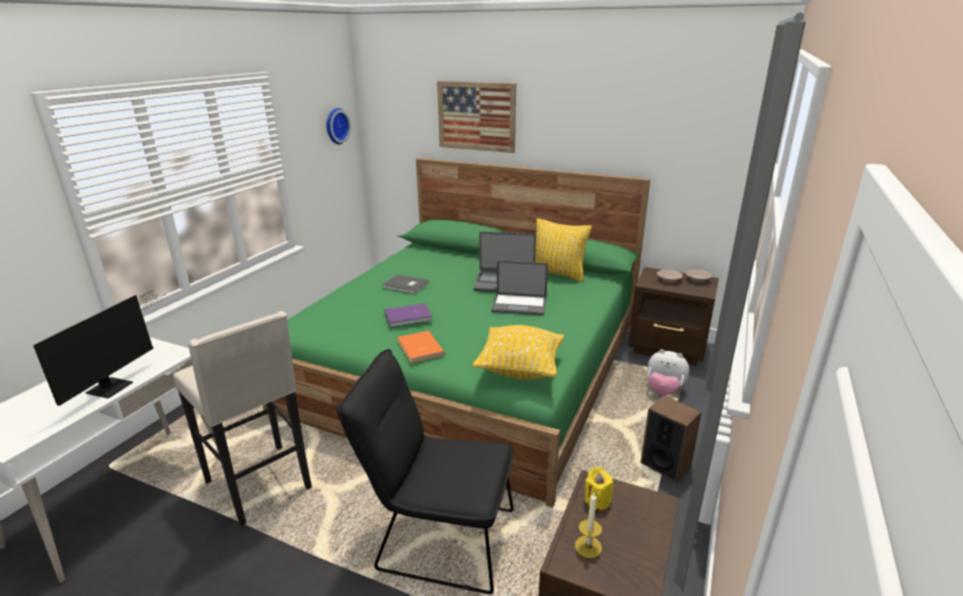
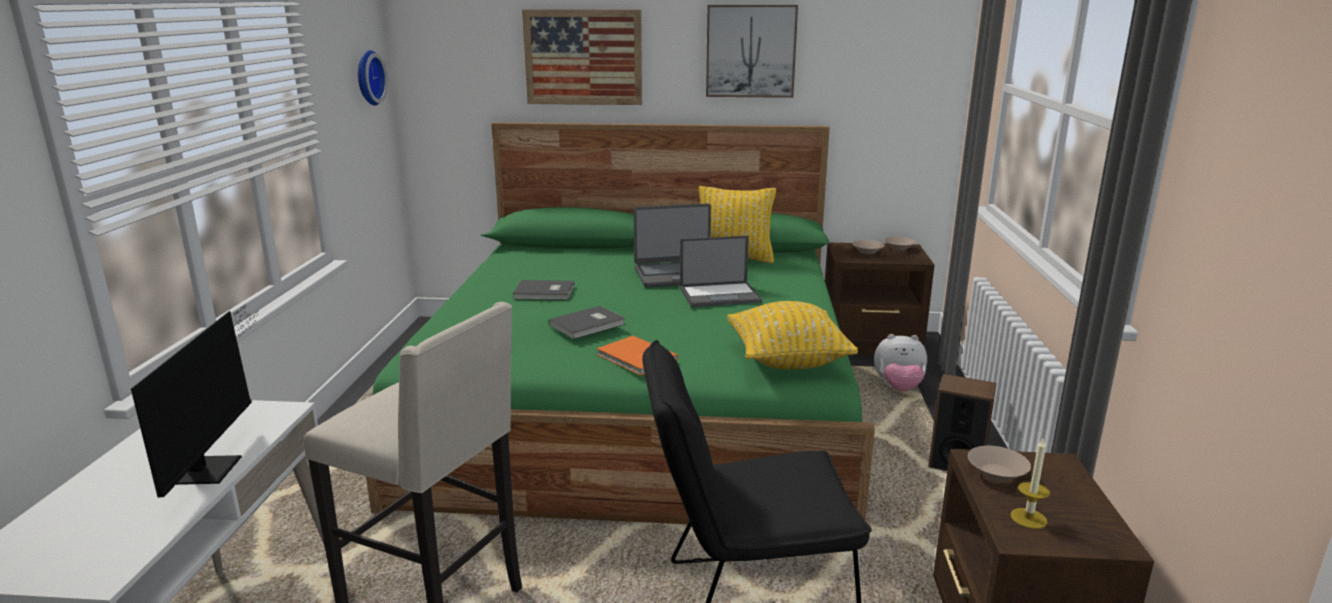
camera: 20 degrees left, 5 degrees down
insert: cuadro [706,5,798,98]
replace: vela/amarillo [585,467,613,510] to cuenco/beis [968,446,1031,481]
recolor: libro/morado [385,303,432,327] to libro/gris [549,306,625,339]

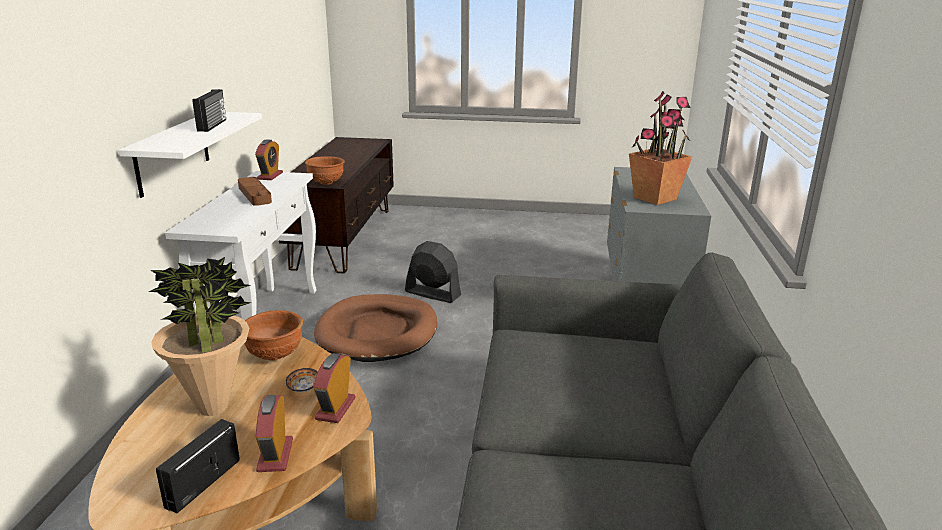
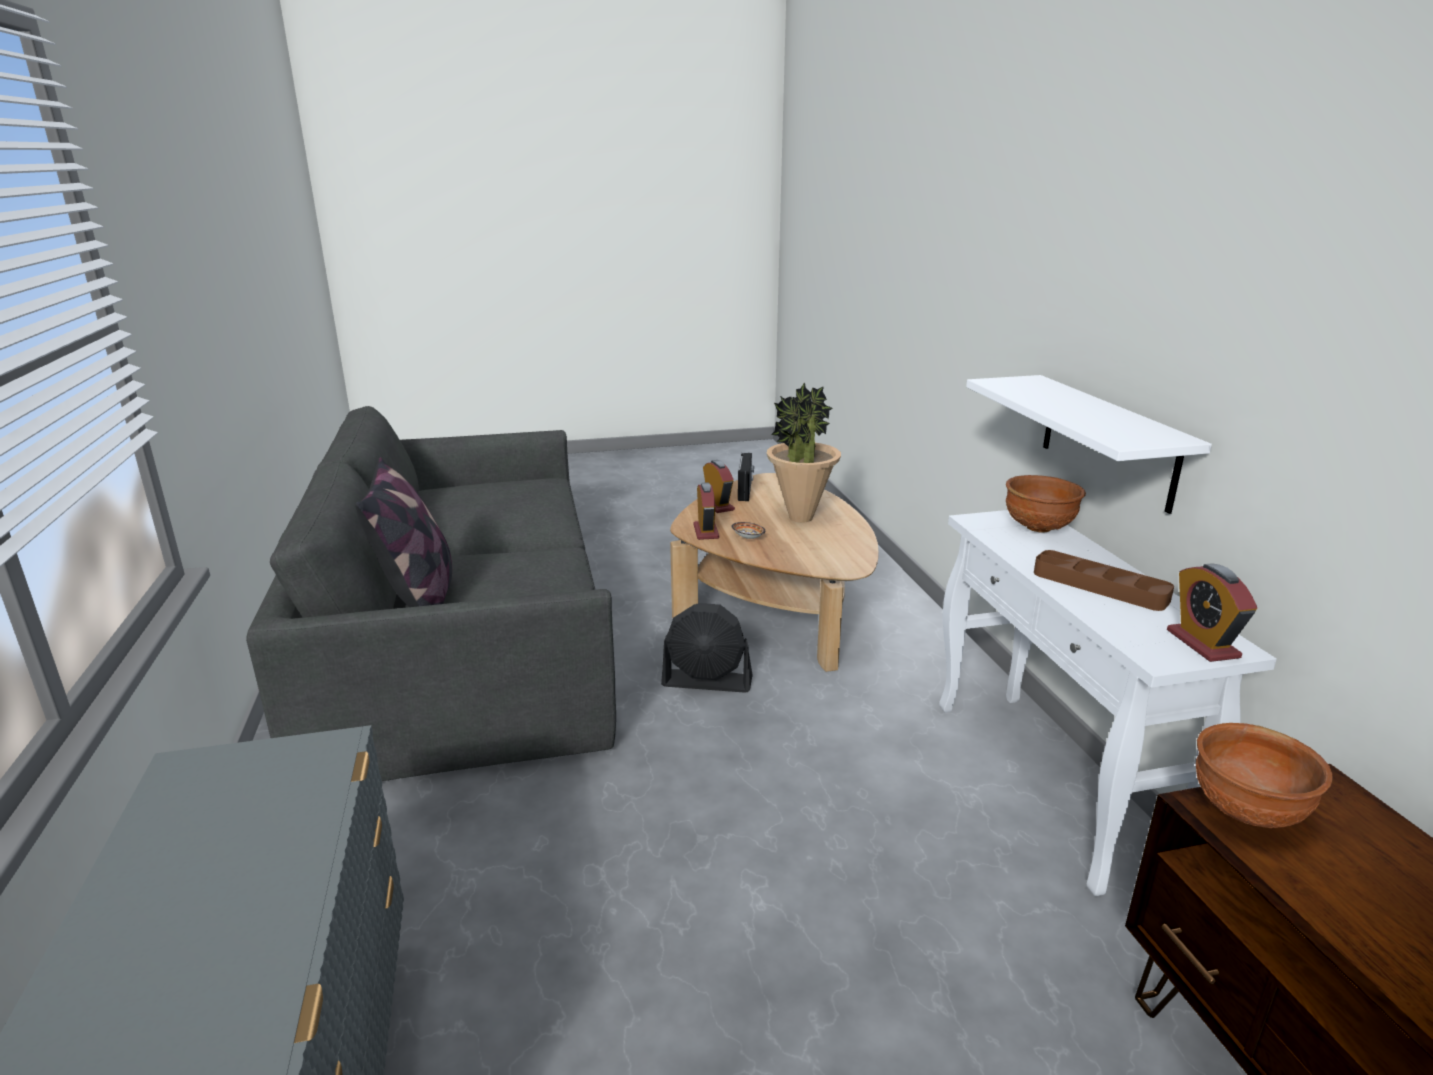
camera: 160 degrees right, 0 degrees up
delete: radio [192,89,226,132]; cama para perro/marrón [314,294,437,362]; planta en maceta [629,91,692,205]
insert: cojín [355,457,452,607]
move: ventilador/negro [405,241,461,303] to [661,603,753,693]; cuenco/marrón [244,310,303,361] to [1006,475,1086,533]

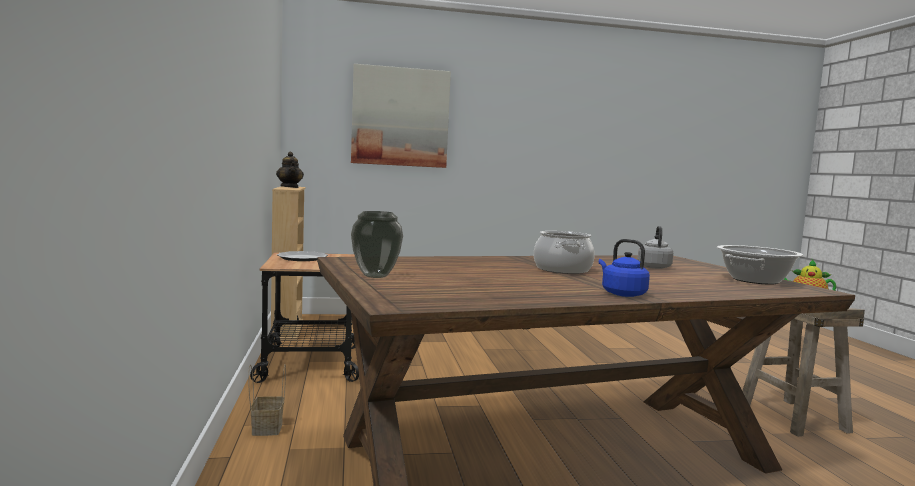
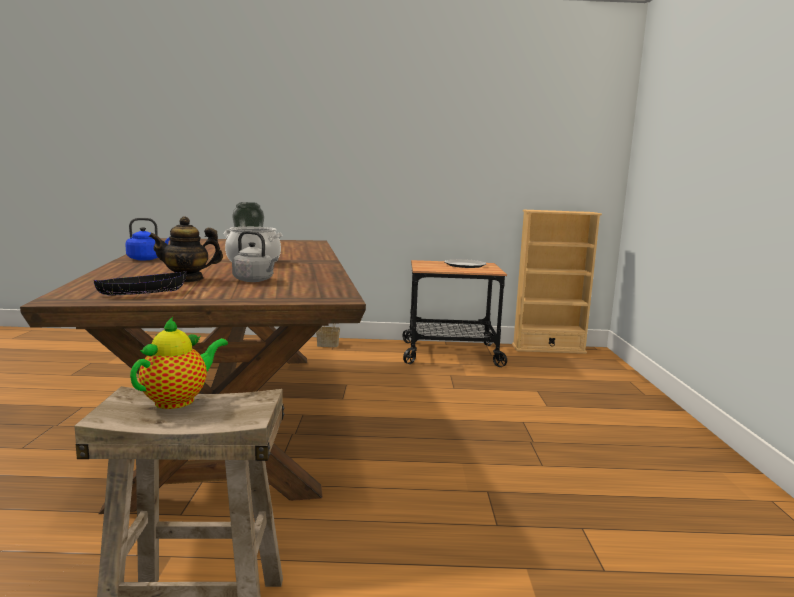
camera: 100 degrees right, 5 degrees up
delete: cuadro [351,64,451,168]
move: tetera [276,152,304,188] to [149,217,223,282]
replace: olla [717,245,803,285] to cuenco/negro [94,271,187,296]

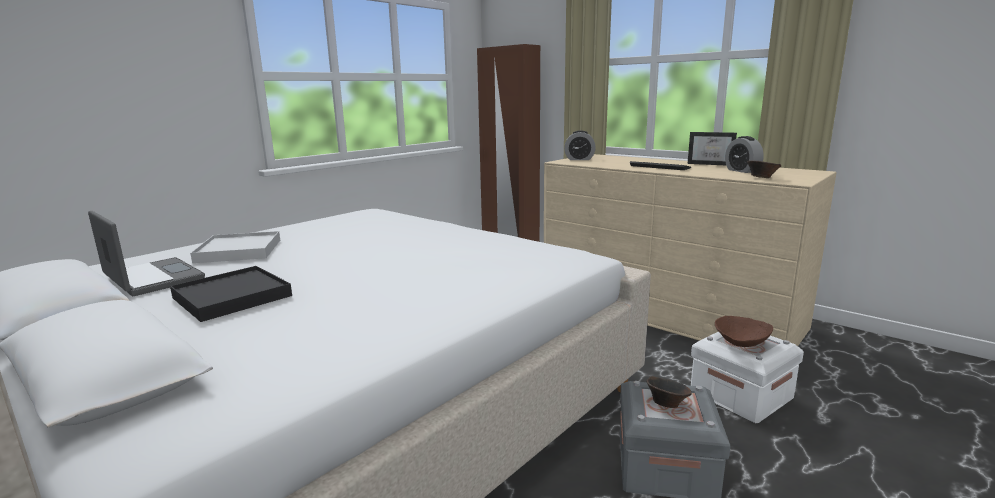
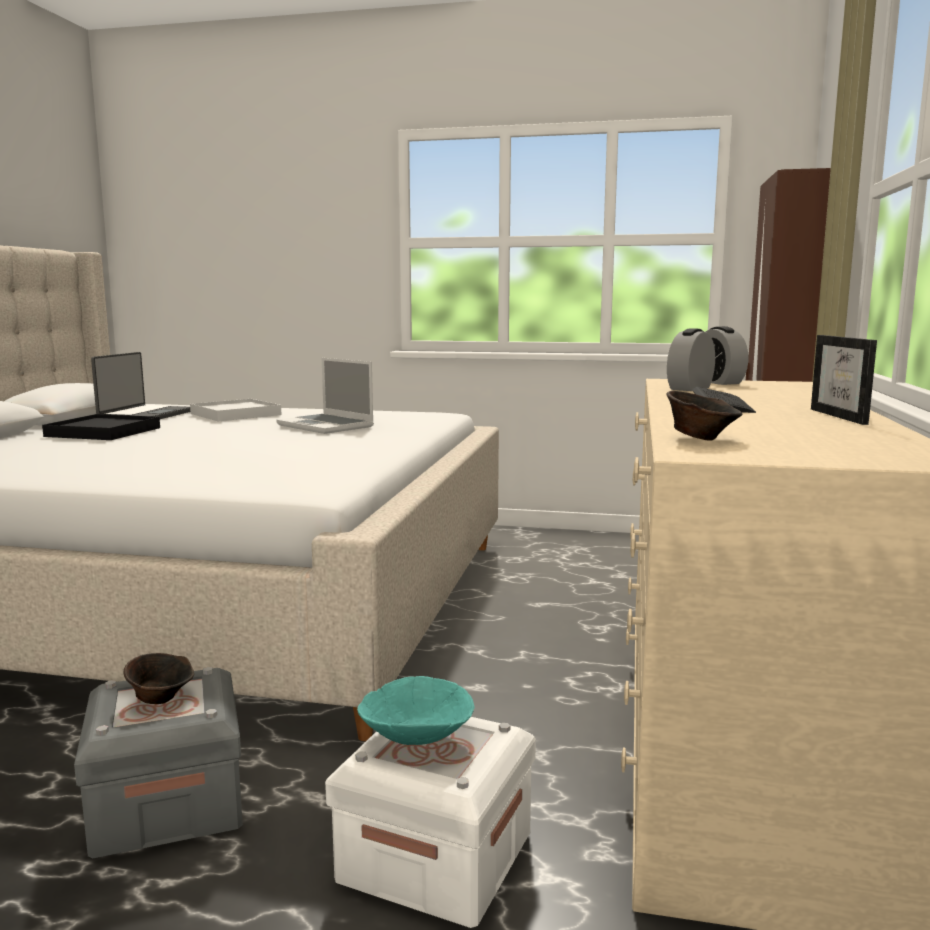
camera: 60 degrees right, 5 degrees down
insert: portátil [276,358,374,434]
move: despertador [725,136,764,173] to [667,328,715,391]
recolor: cuenco/marrón [715,316,773,347] to cuenco/turquesa [357,676,475,745]

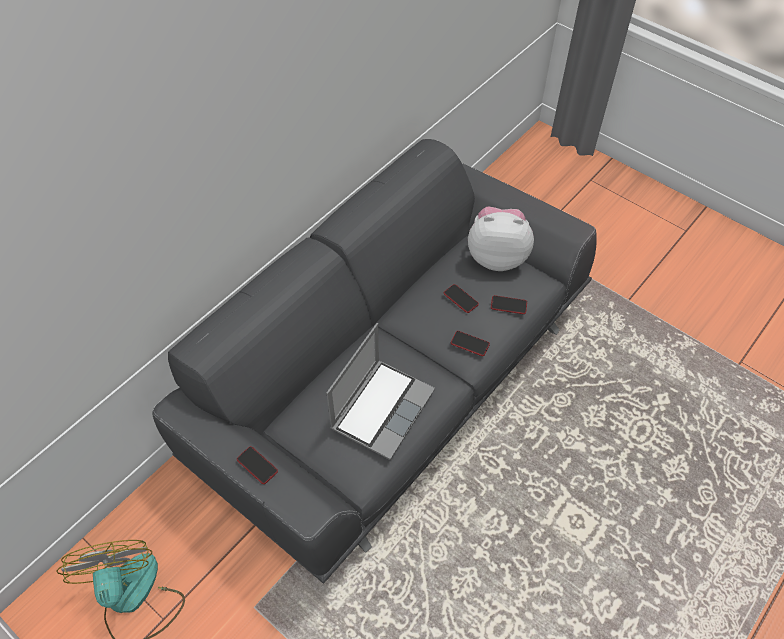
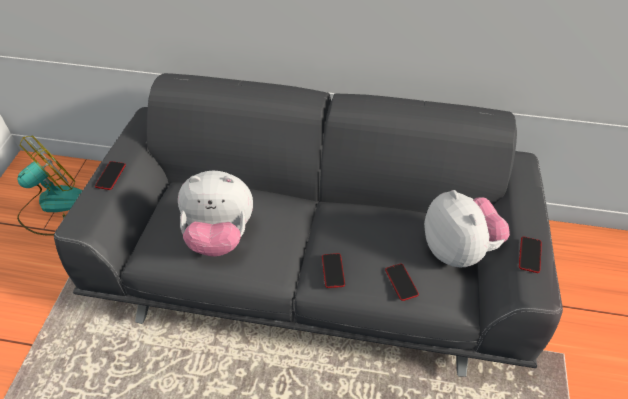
camera: 60 degrees right, 5 degrees down
move: móvil [444,284,479,313] to [519,237,542,273]
replace: portátil [326,323,435,460] to peluche [178,171,253,257]

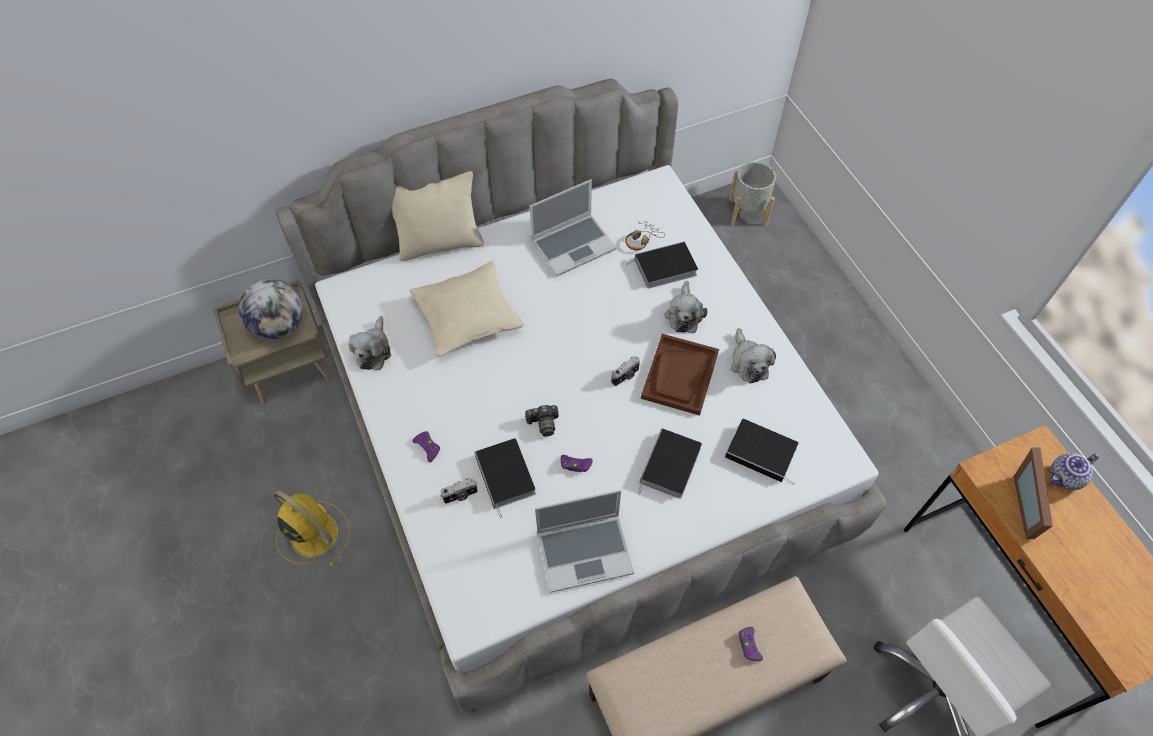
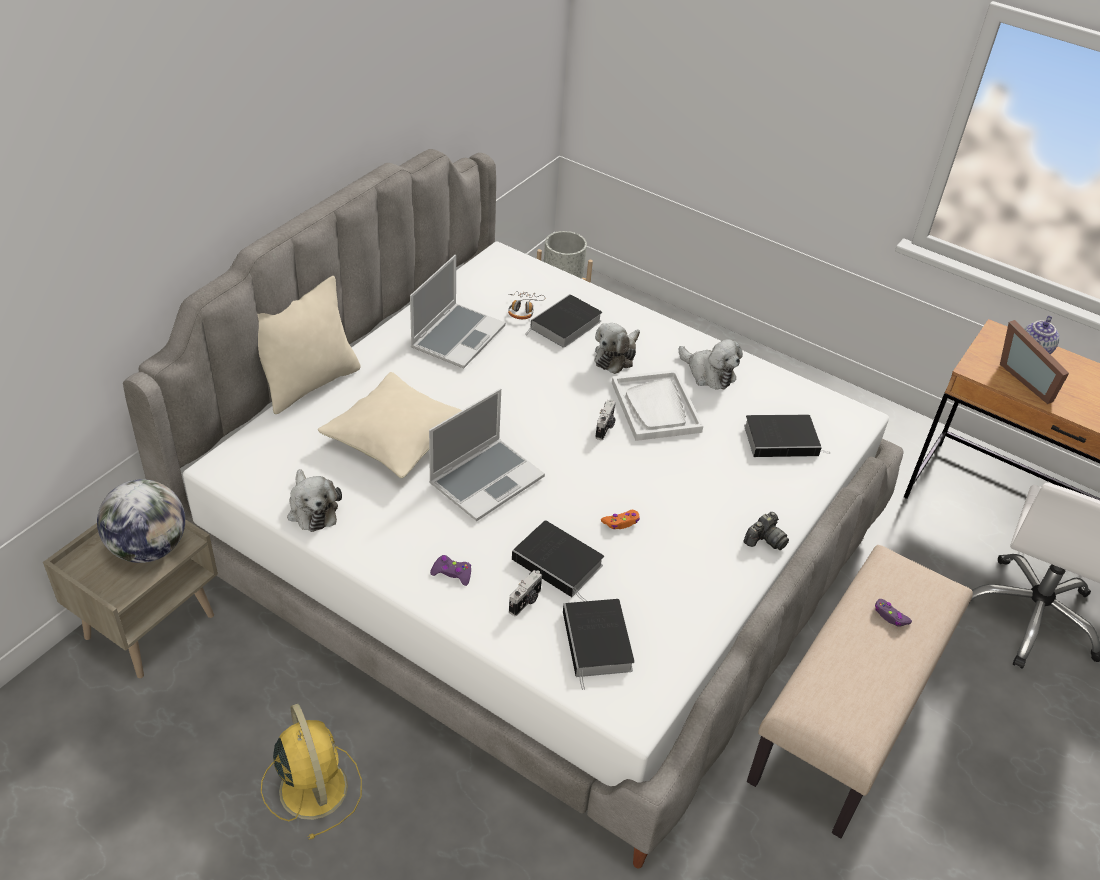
camera: 35 degrees left, 15 degrees down
move: portátil [535,490,634,593] to [429,388,545,521]; libro [638,428,702,499] to [563,599,635,690]; cámara [524,405,559,437] to [743,512,789,550]
recolor: mando de consola/morado [560,455,593,472] to mando de consola/naranja [601,510,640,529]; bandeja/marrón [641,334,719,415] to bandeja/blanco [612,370,703,441]
rotate: ventilador/amarillo [274,490,350,567] = [261,704,362,840] 60 degrees clockwise; peluche [664,281,708,333] = [595,323,640,374] 60 degrees clockwise

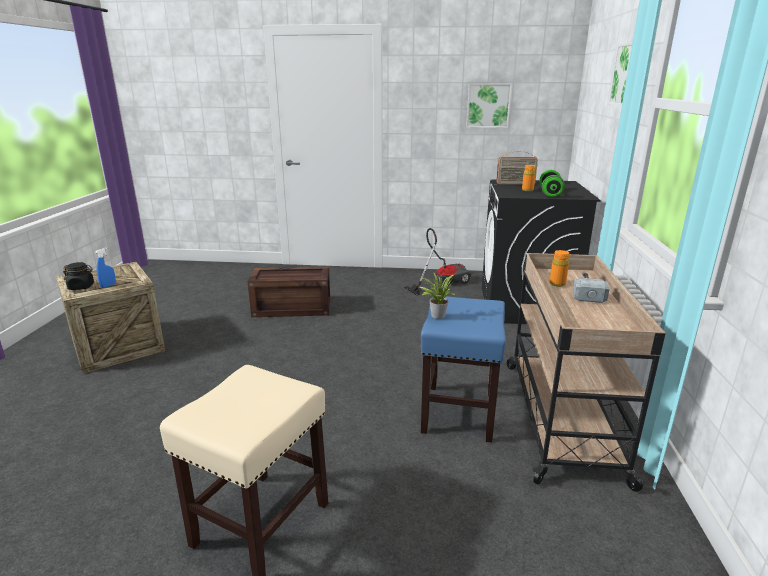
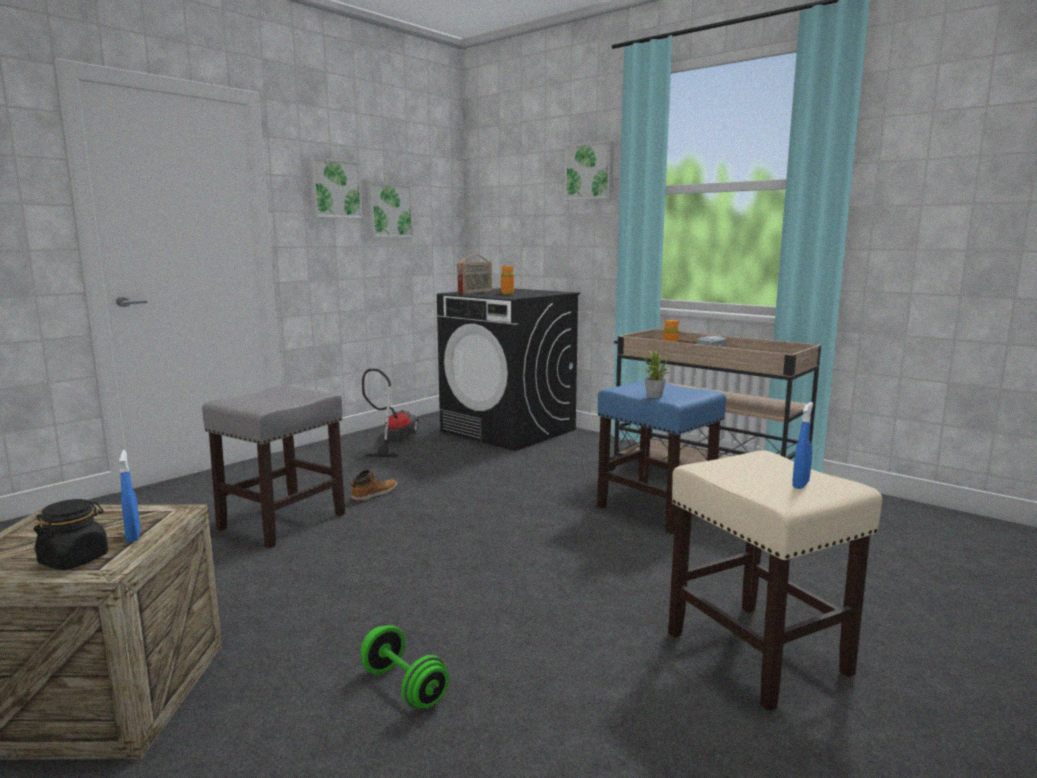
camera: 55 degrees left, 10 degrees down
insert: cuadro [309,158,363,218]; bota [351,470,397,503]; pulverizador/azul [792,402,813,489]
move: mancuerna/verde [539,170,565,197] to [361,625,449,708]
replace: caja de embalaje [248,266,330,317] to taburete/gris [202,385,345,548]

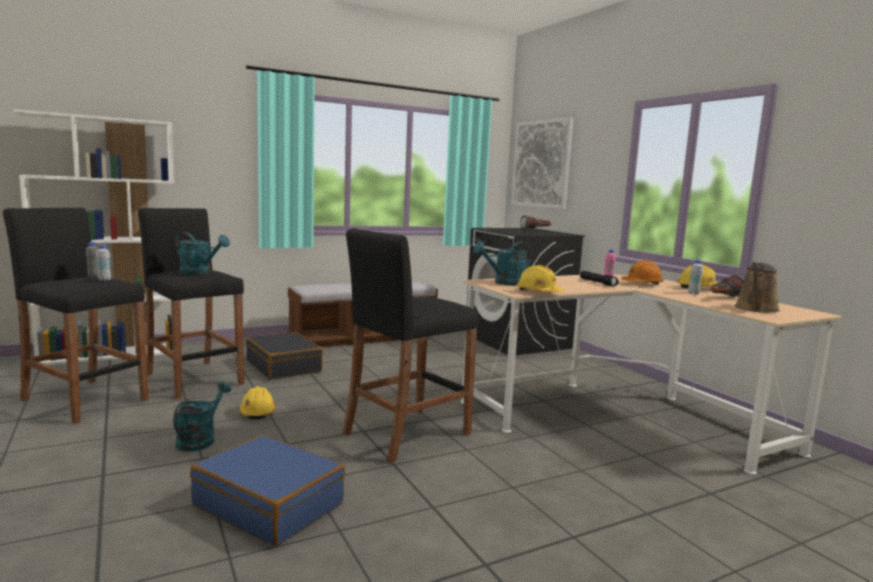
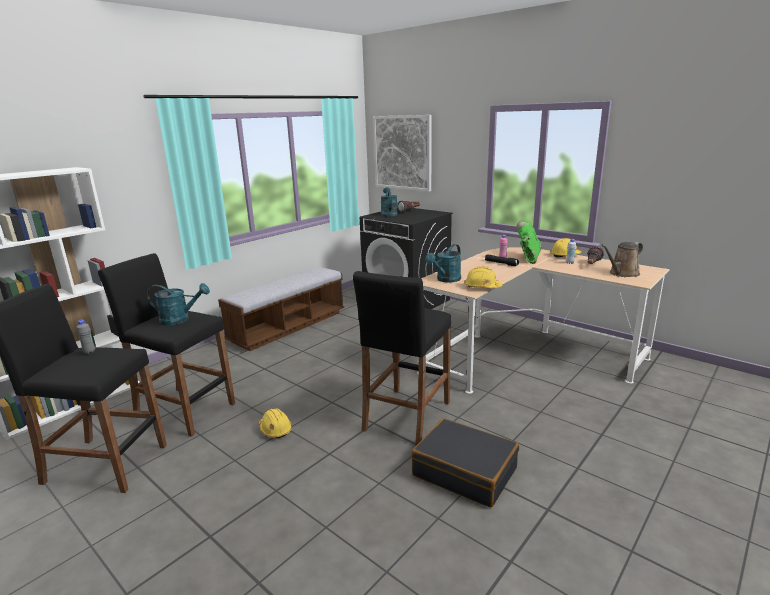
camera: 20 degrees left, 10 degrees up
delete: botella/blanco [96,244,111,281]; maleta/azul [190,435,345,546]
move: regadera/turquesa [173,381,231,451] to [381,187,398,217]; maleta/negro [246,332,323,380] to [411,418,519,508]
replace: casco/naranja [621,260,664,285] to bota/verde [517,220,541,264]
rotate: regadera/marrón [735,262,780,313] = [601,242,643,277] 45 degrees clockwise

